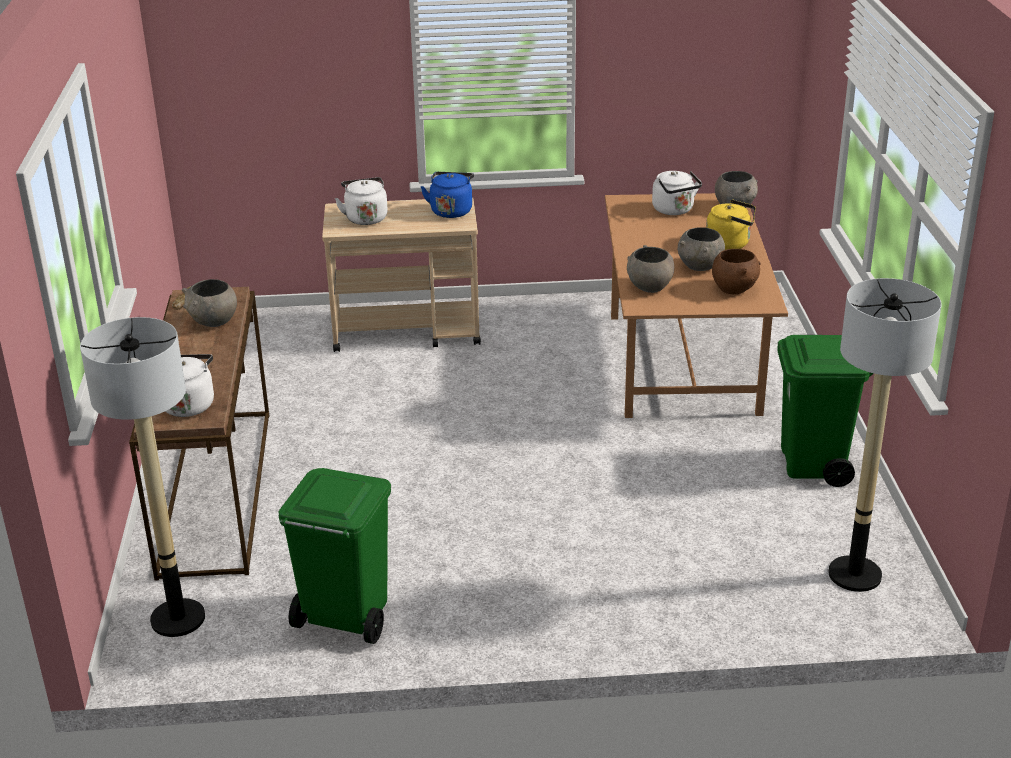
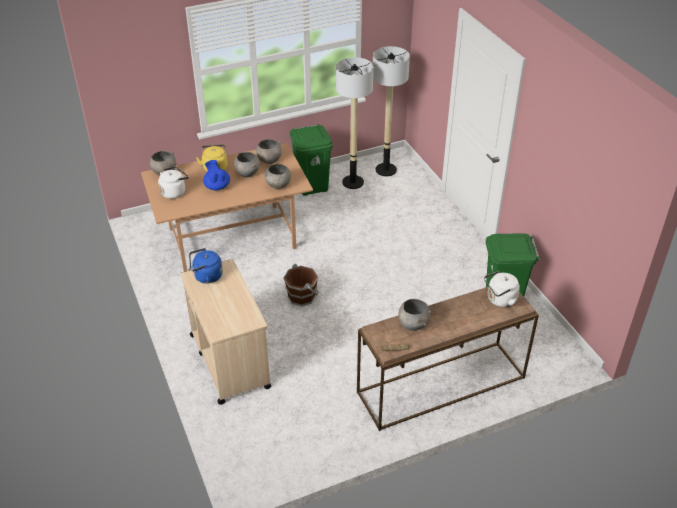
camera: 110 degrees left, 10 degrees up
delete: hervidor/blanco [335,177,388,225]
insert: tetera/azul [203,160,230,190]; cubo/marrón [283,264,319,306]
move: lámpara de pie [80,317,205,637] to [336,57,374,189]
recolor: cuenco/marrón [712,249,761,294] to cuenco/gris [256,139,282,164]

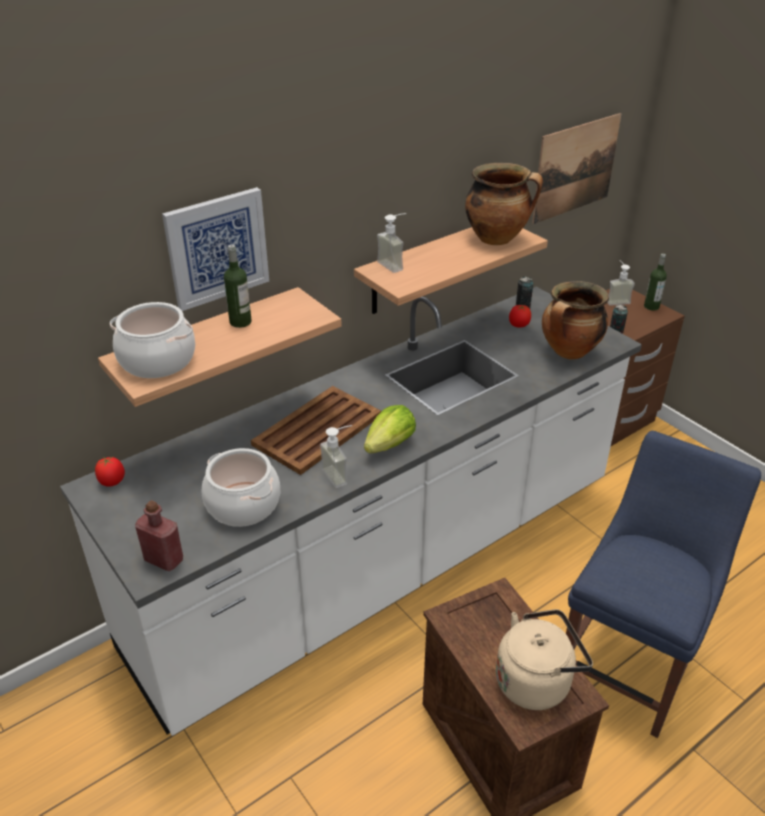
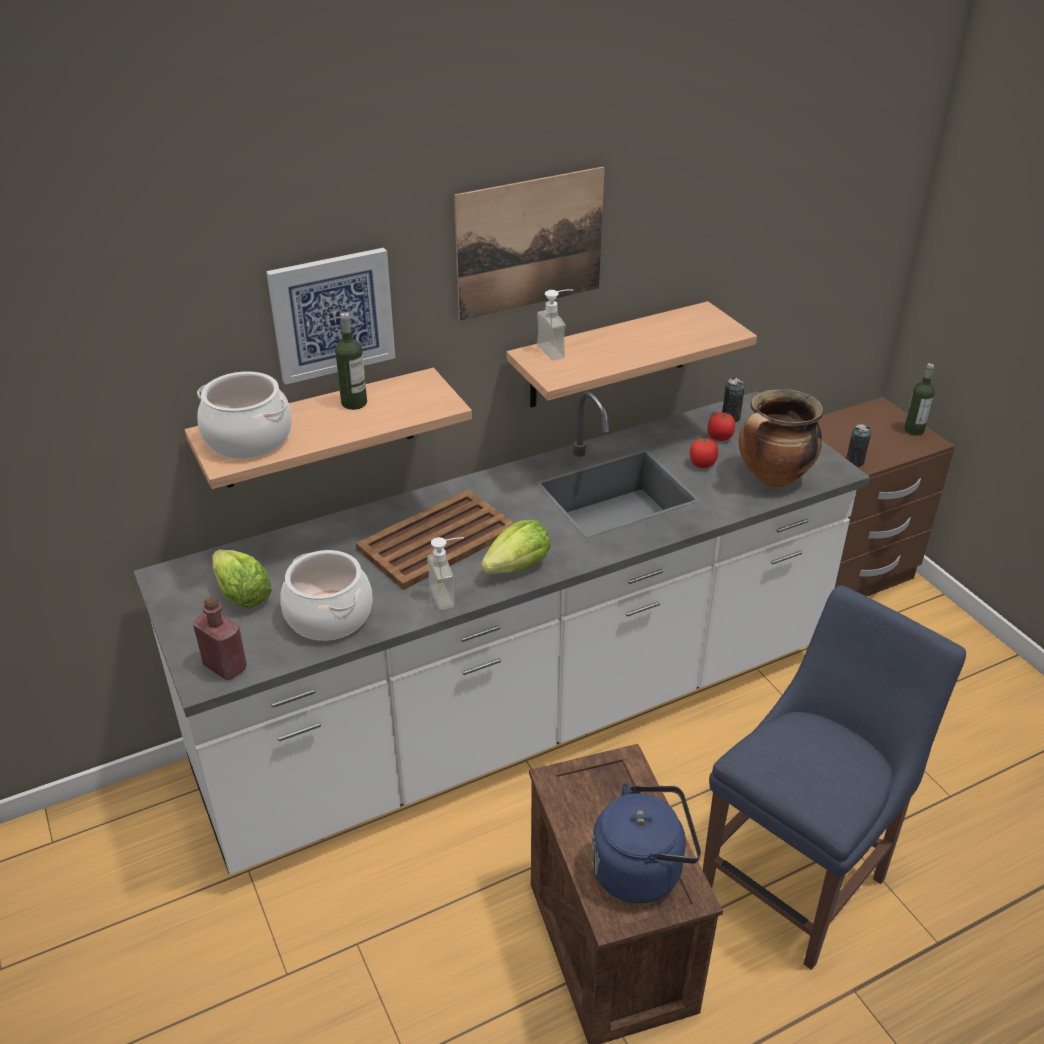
camera: 10 degrees right, 0 degrees up
delete: olla [465,163,543,245]; dispensador de jabón [607,261,635,306]
insert: lechuga [212,549,272,608]
move: cuadro [532,113,621,224] to [454,167,604,321]; tomate [95,457,125,487] to [690,438,718,468]
recolor: hervidor/beis [496,609,593,710] to hervidor/azul [591,783,701,903]

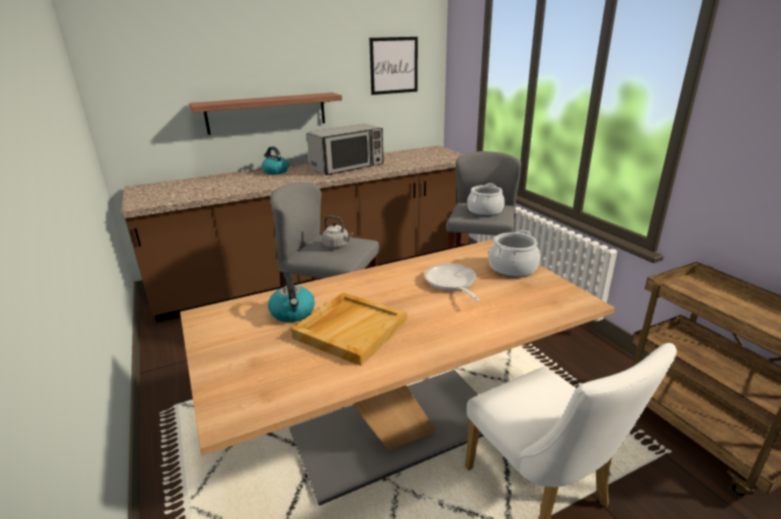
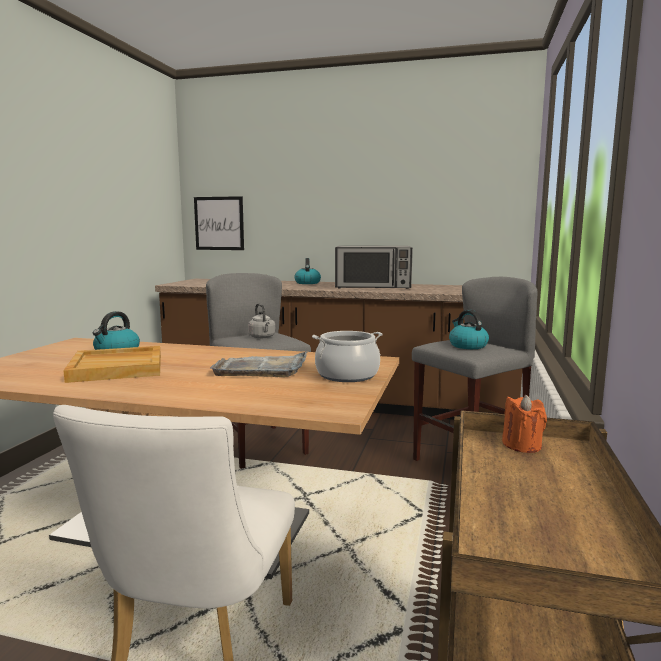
camera: 40 degrees right, 15 degrees down
delete: estante [189,93,342,135]
insert: vela/naranja [502,395,547,453]
move: cuadro [369,37,418,95] to [194,196,244,250]
replace: sartén [424,264,480,302] to bandeja/gris [210,351,308,377]; olla [467,183,505,216] to hervidor [449,310,489,349]

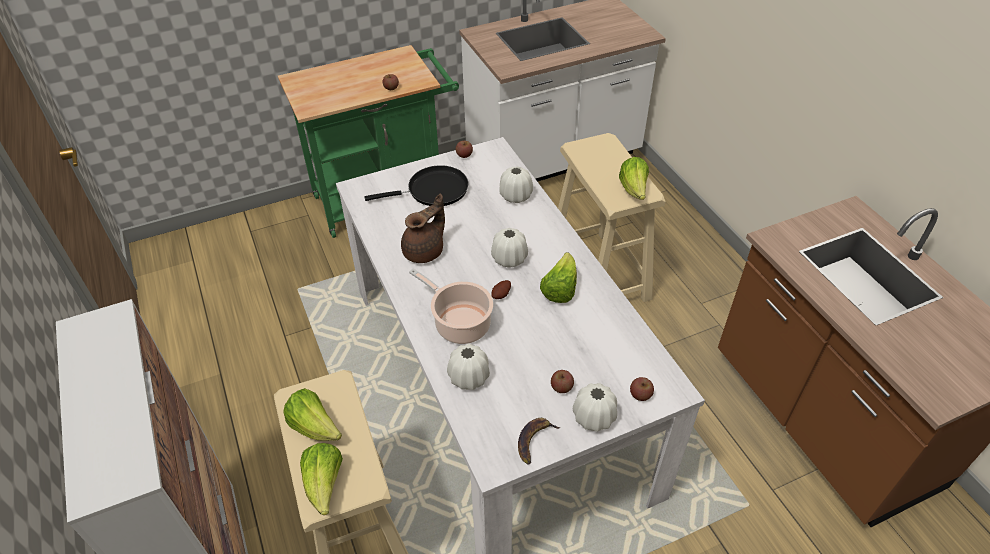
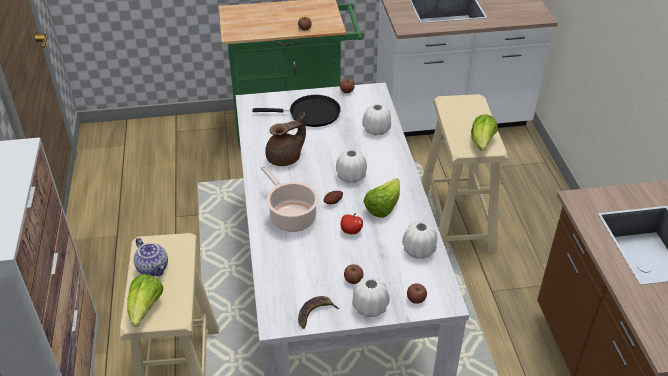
camera: 15 degrees right, 5 degrees down
insert: manzana [341,213,363,234]
move: florero/blanco [447,344,490,390] to [402,221,437,259]
replace: lechuga [283,388,342,441] to tetera [134,238,168,276]

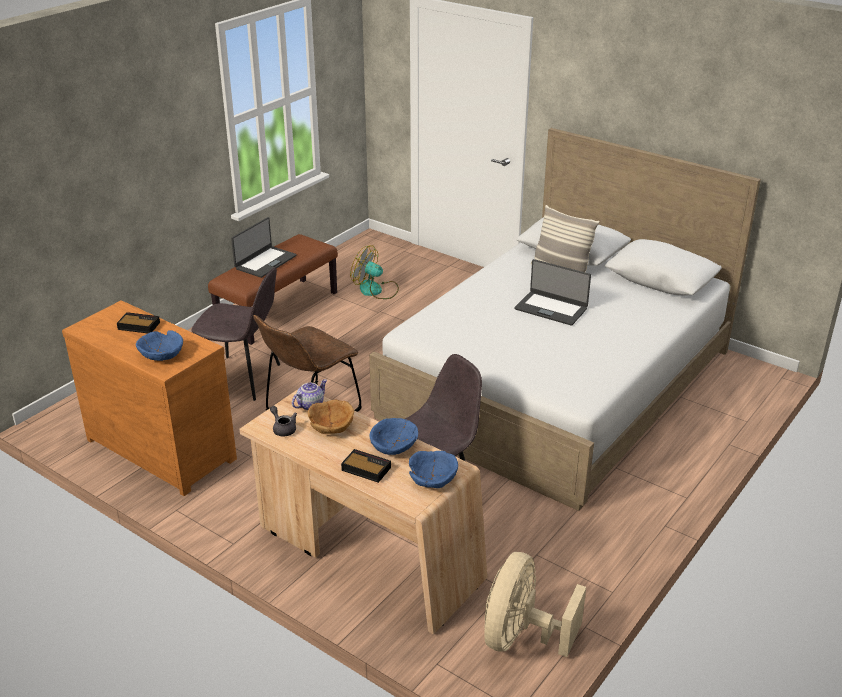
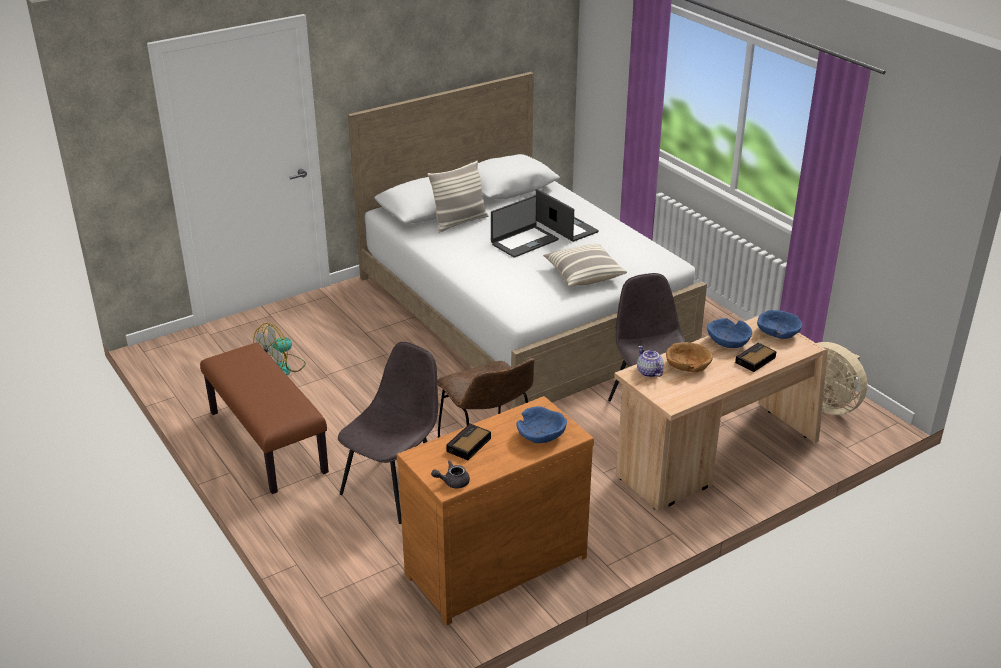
camera: 70 degrees left, 0 degrees up
insert: cojín [543,244,627,286]
move: tetera/gris [270,406,297,436] to [431,460,470,488]; portátil [231,217,297,278] to [535,189,599,242]

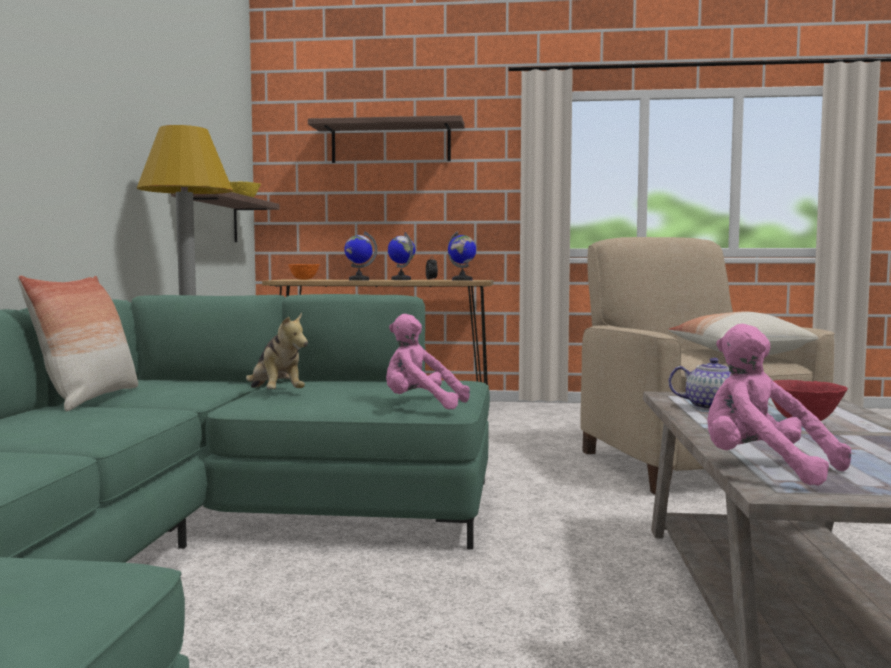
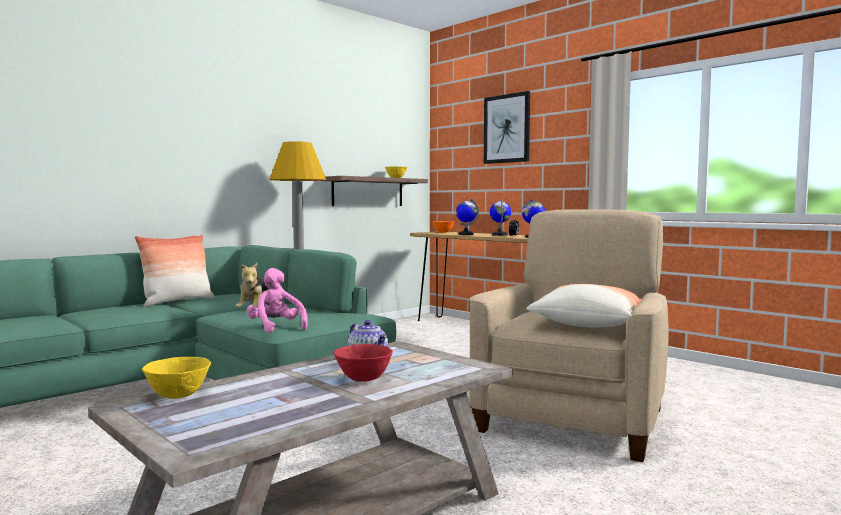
camera: 40 degrees right, 0 degrees up
replace: peluche/rosa [707,324,851,486] to cuenco/amarillo [142,357,211,399]; estante [308,115,465,163] to cuadro [484,91,530,164]

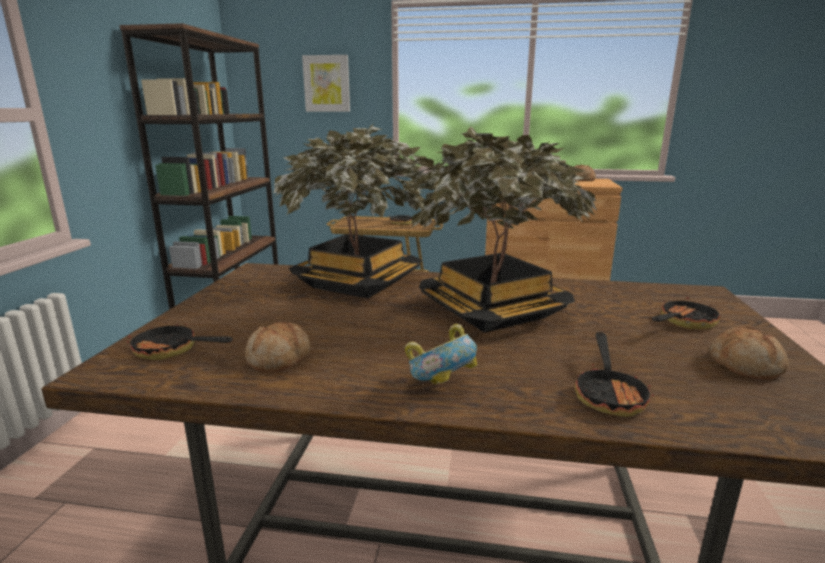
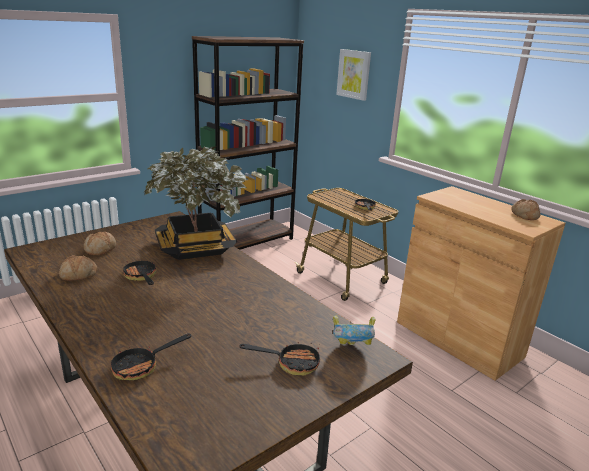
camera: 40 degrees right, 5 degrees up
delete: planta en maceta [401,127,597,333]
move: pan [709,326,789,380] to [84,231,116,255]; sartén [127,324,233,360] to [123,260,157,285]; cuenco [405,324,477,385] to [333,315,375,345]

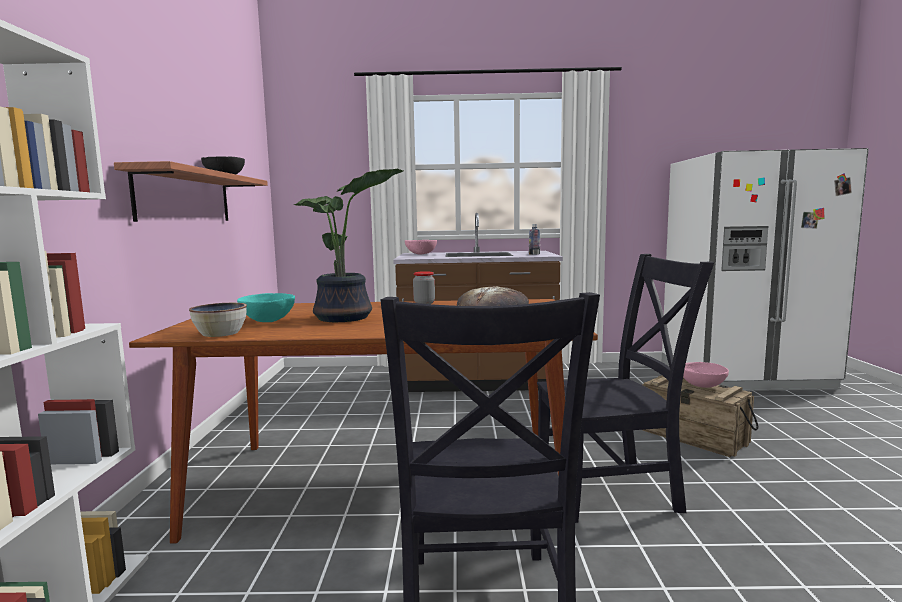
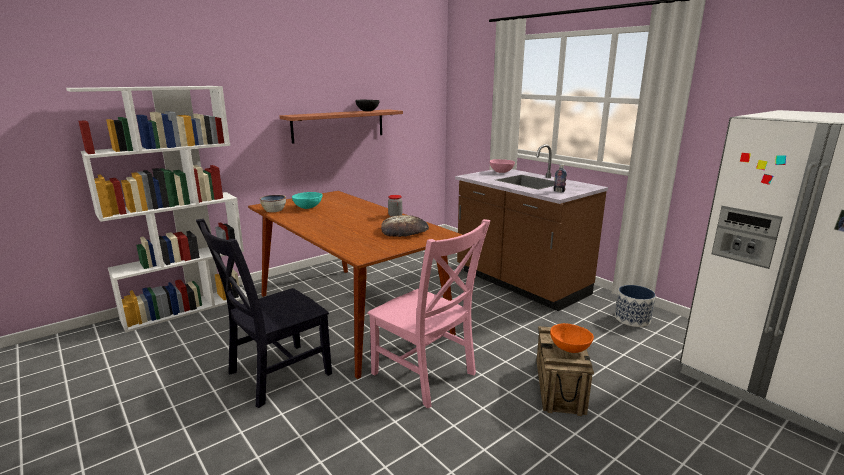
camera: 50 degrees right, 10 degrees up
delete: planta en maceta [294,169,403,322]
insert: maceta [615,285,655,327]
recolor: silla/negro [537,254,714,523] to silla/rosa [367,219,491,408]; cuenco/rosa [683,362,729,388] to cuenco/naranja [550,323,594,353]

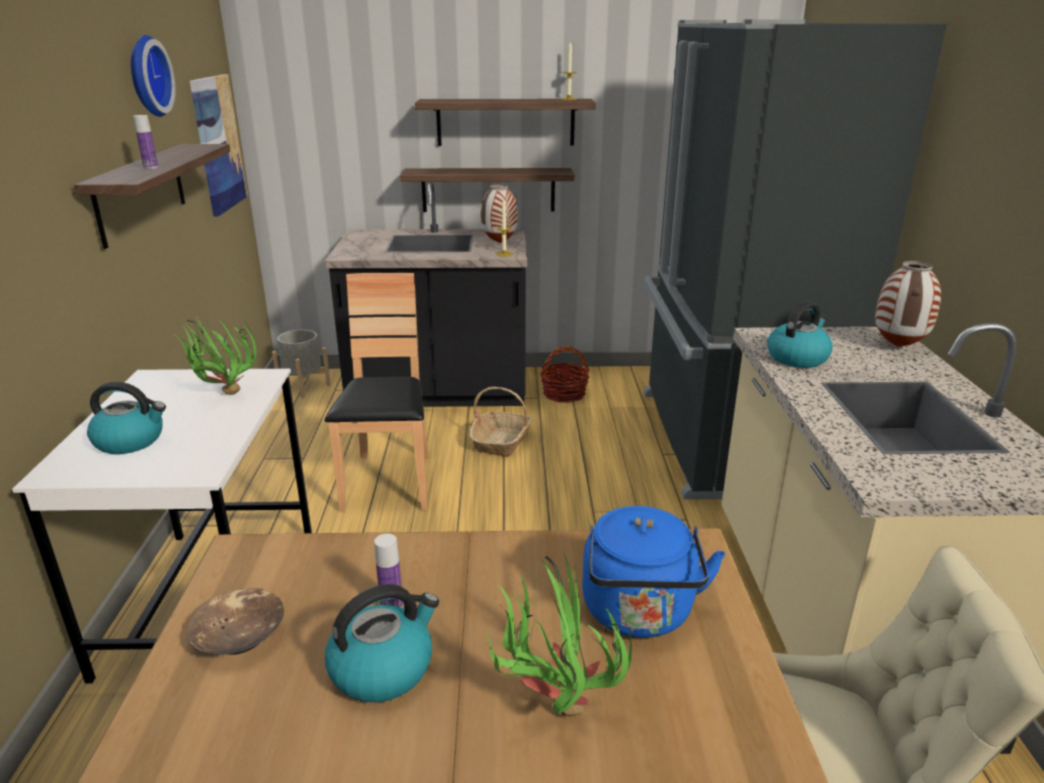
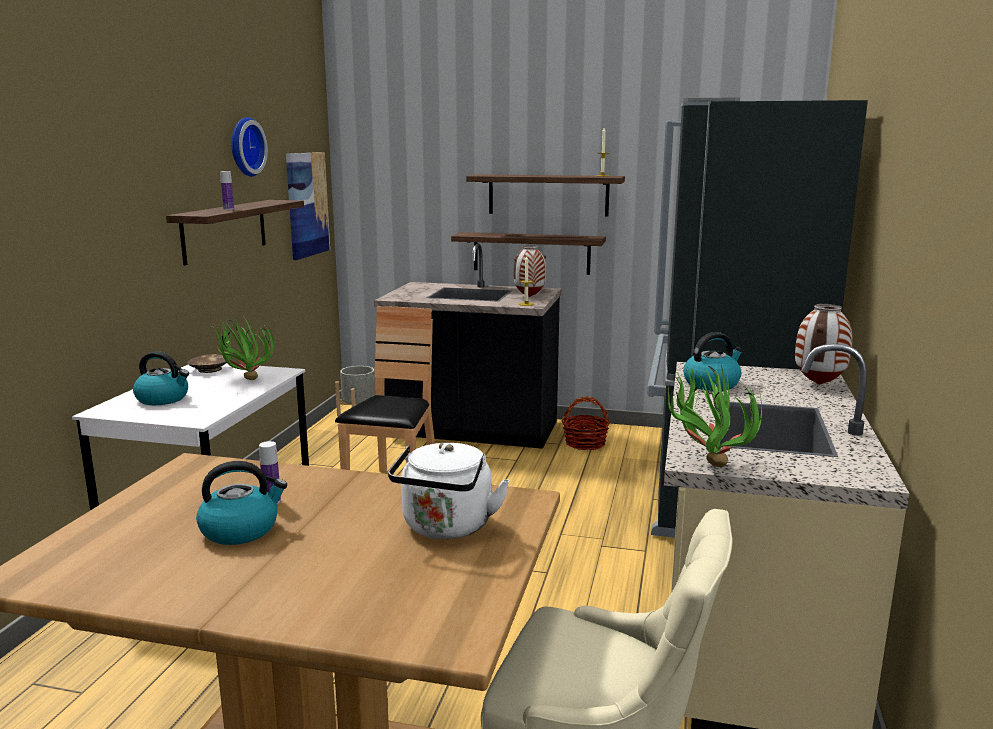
camera: 15 degrees right, 10 degrees down
delete: cesta [470,387,532,457]
move: cuenco/marrón [187,588,284,655] to [187,354,229,373]; planta en maceta [486,553,632,717] to [667,363,762,467]
recolor: hervidor/azul [582,506,725,638] to hervidor/blanco [388,443,510,539]

